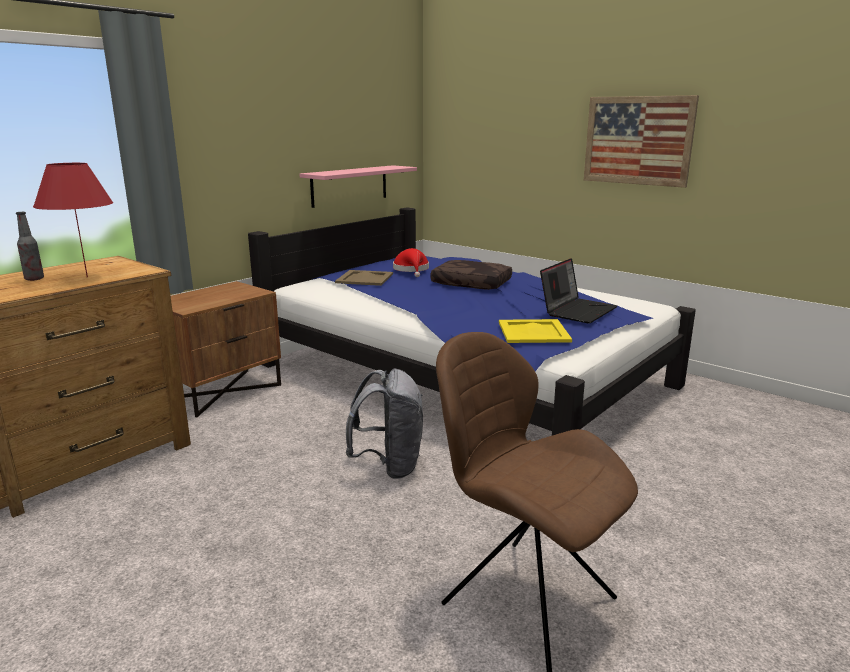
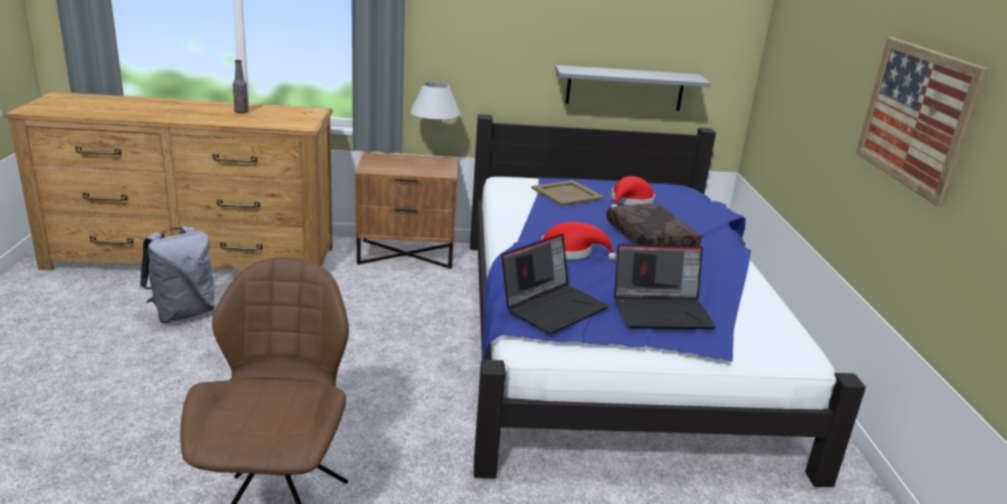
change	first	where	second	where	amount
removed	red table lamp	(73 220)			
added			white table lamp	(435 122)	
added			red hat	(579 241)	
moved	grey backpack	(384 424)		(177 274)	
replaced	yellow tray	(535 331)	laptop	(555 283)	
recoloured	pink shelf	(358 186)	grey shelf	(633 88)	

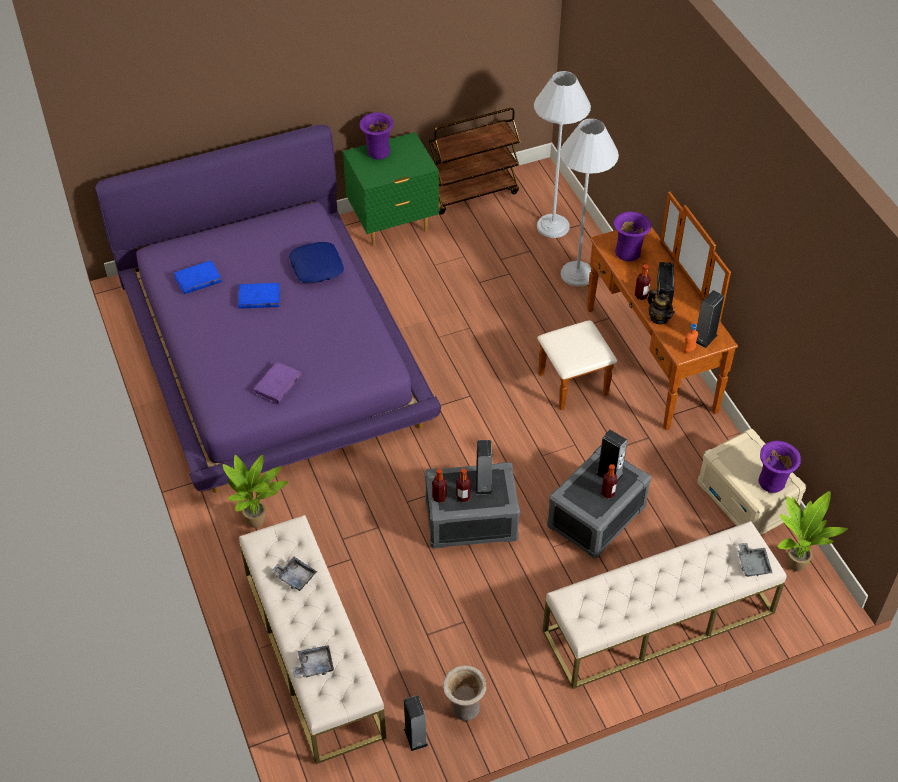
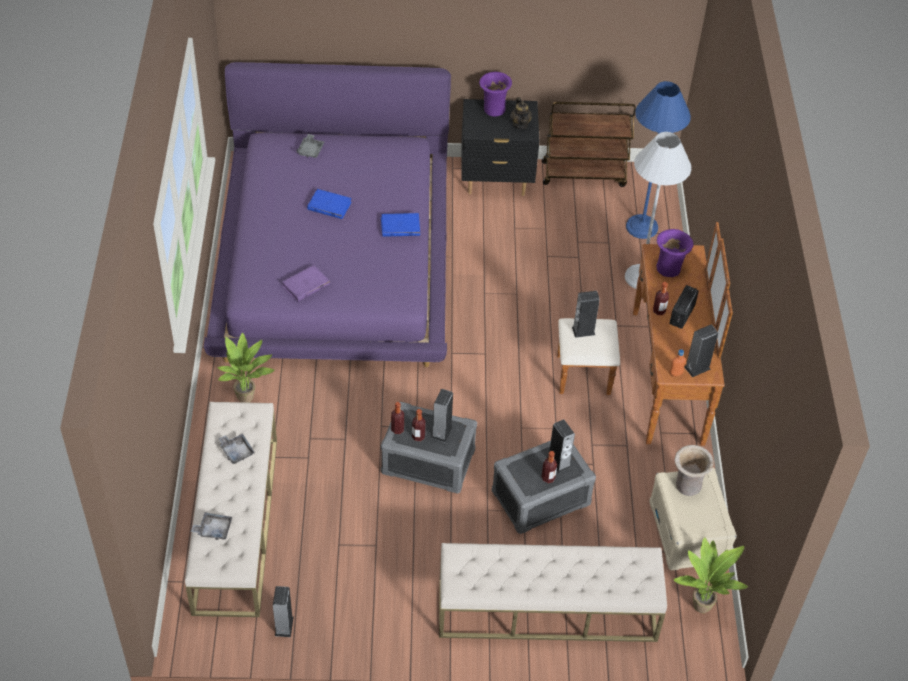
change	first	where	second	where	amount
removed	blue pillow	(316 262)			
removed	purple vase	(780 467)			
added			speaker	(586 314)	
moved	blue book	(198 277)		(400 225)	
moved	beige vase	(464 693)		(694 470)	
moved	teapot	(661 307)		(521 113)	
moved	grey tray	(755 560)		(310 146)	
recoloured	green nightstand	(391 189)	black nightstand	(500 147)	
recoloured	white floor lamp	(562 154)	blue floor lamp	(658 160)	

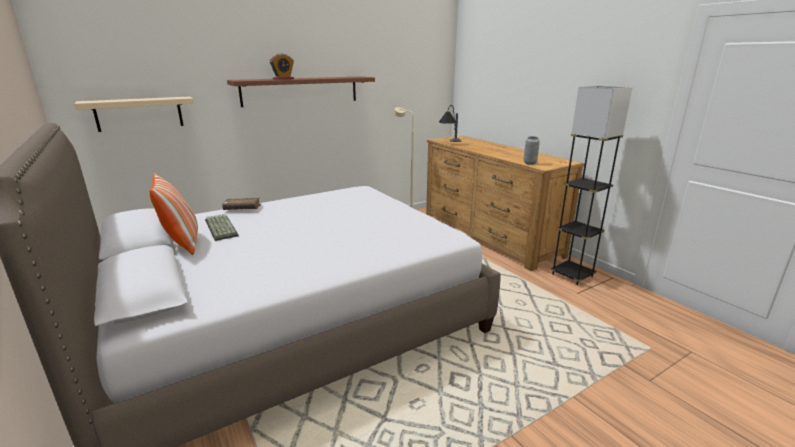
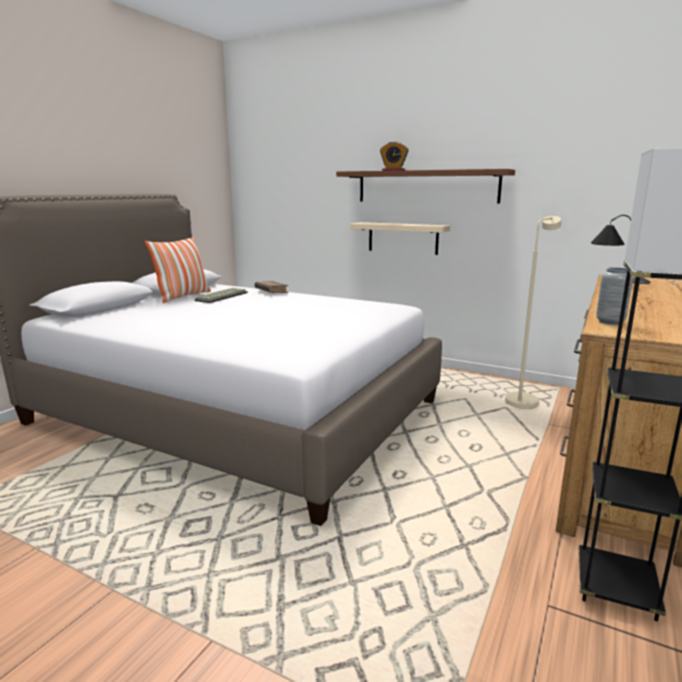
change	first	where	second	where	amount
moved	beige shelf	(134 114)		(400 238)	

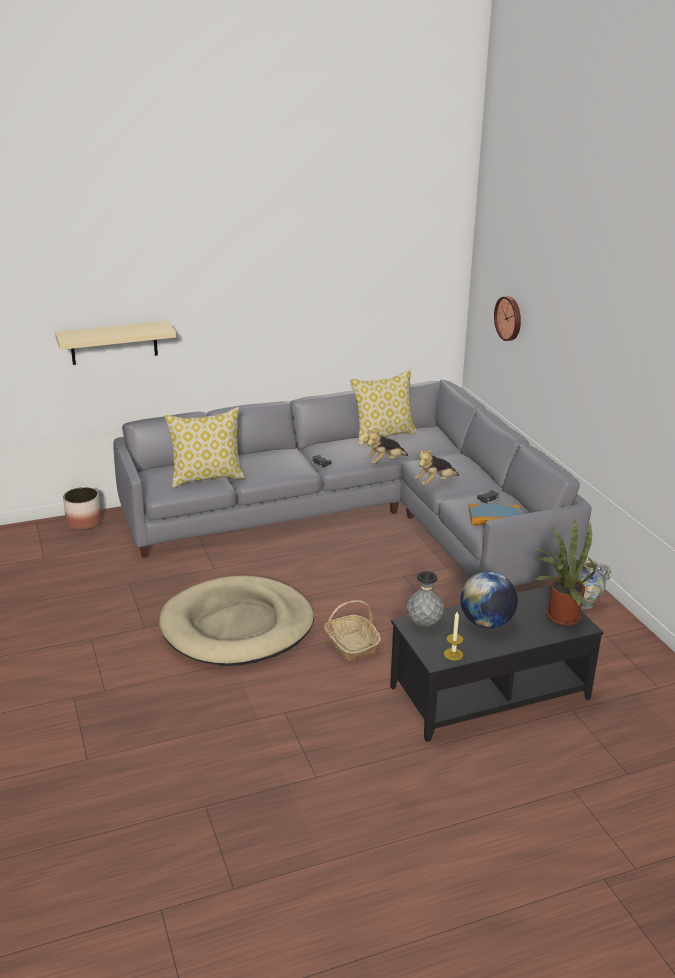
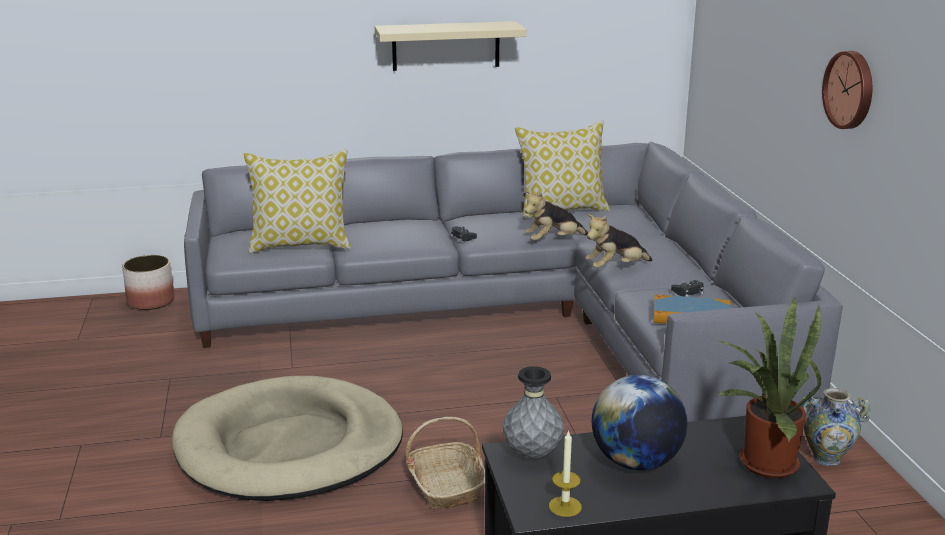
change	first	where	second	where	amount
moved	beige shelf	(115 343)		(451 46)	
moved	wall clock	(507 318)		(847 90)	

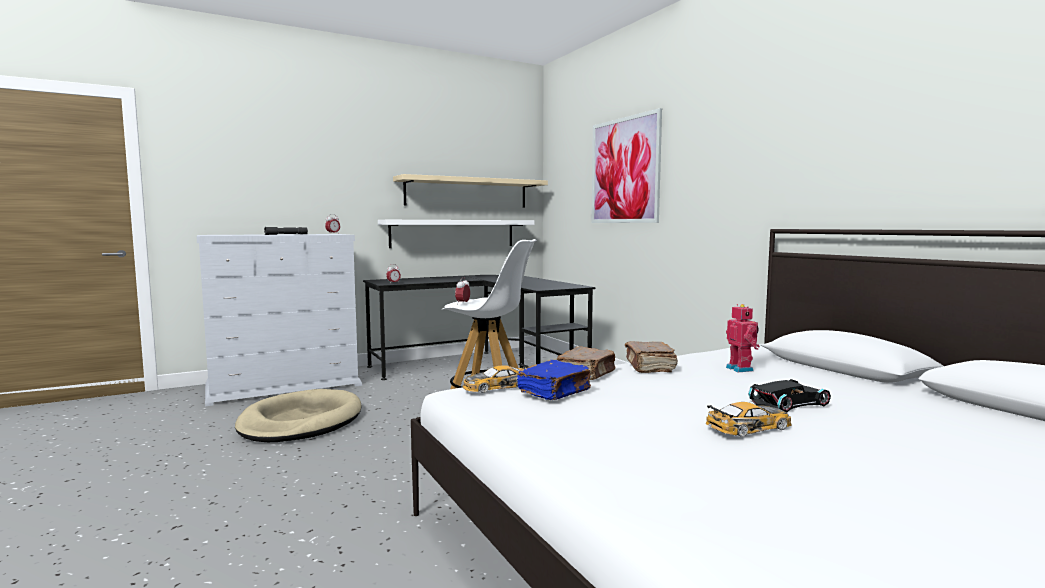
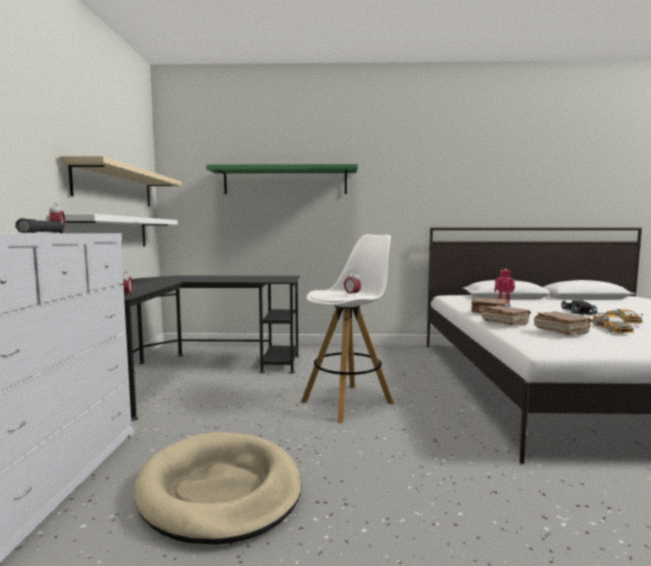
change	first	where	second	where	amount
moved	toy car	(496 378)		(613 323)	
replaced	picture	(626 165)	green shelf	(282 179)	
recoloured	blue book	(554 380)	brown book	(563 323)	

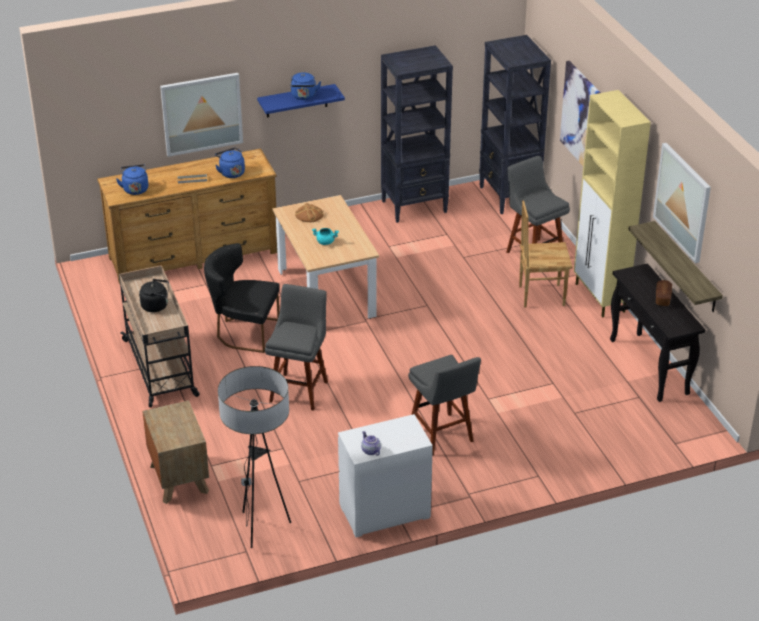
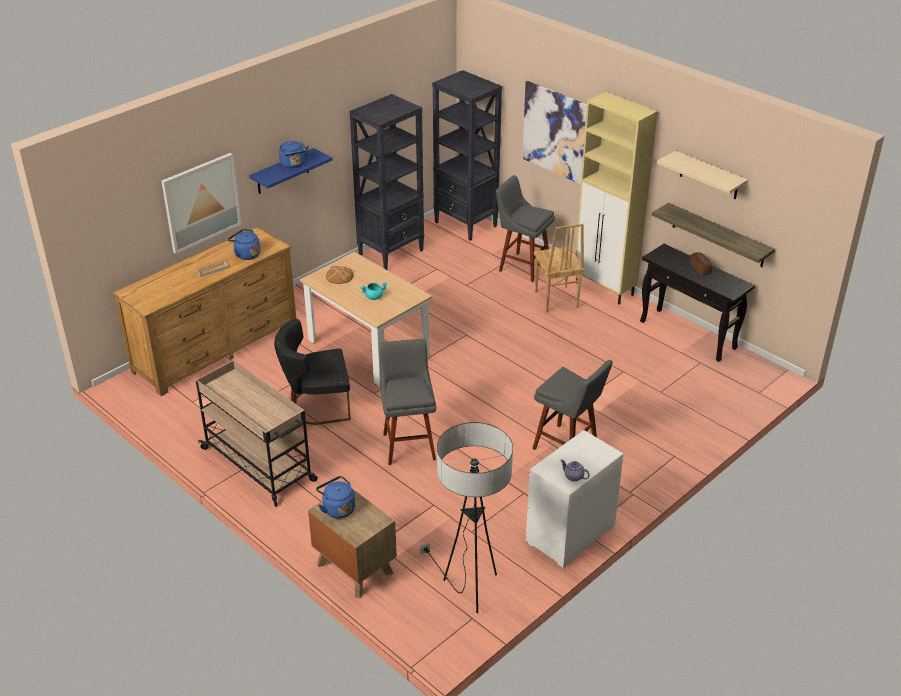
change	first	where	second	where	amount
removed	black kettle	(154 295)			
moved	blue kettle	(132 179)		(335 497)	
replaced	picture	(682 203)	beige shelf	(702 175)	
turned	brown chair	(546 254)		(559 268)	75 degrees counterclockwise

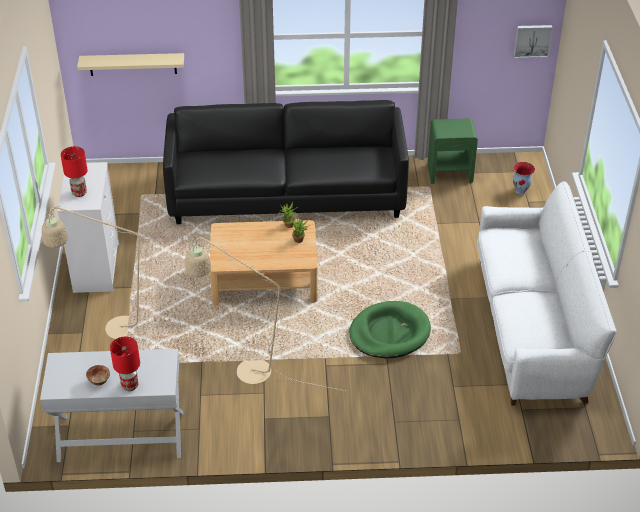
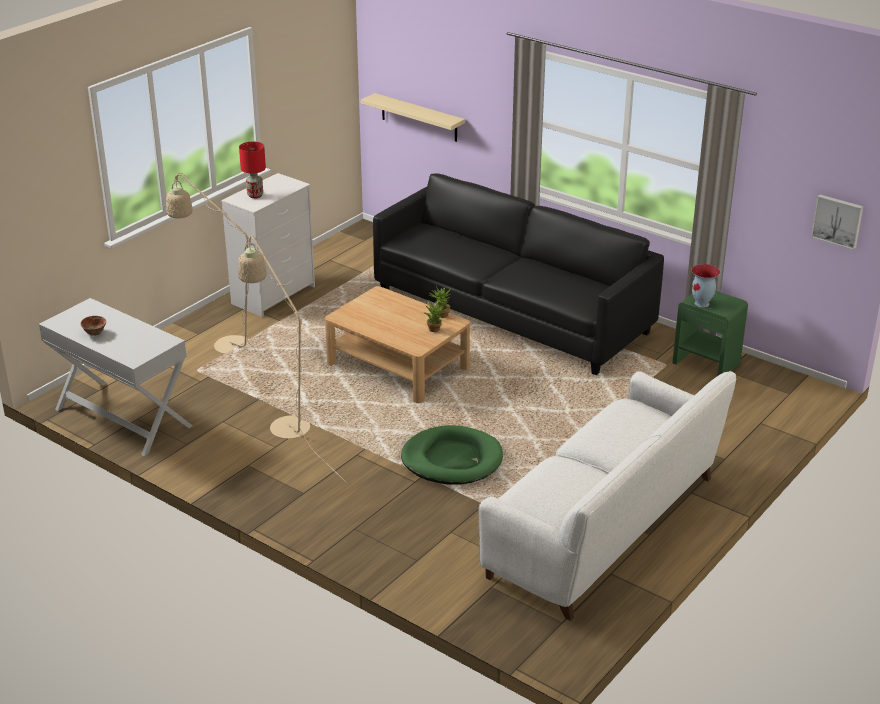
change	first	where	second	where	amount
removed	red table lamp	(125 364)			
moved	vase	(524 178)		(705 285)	

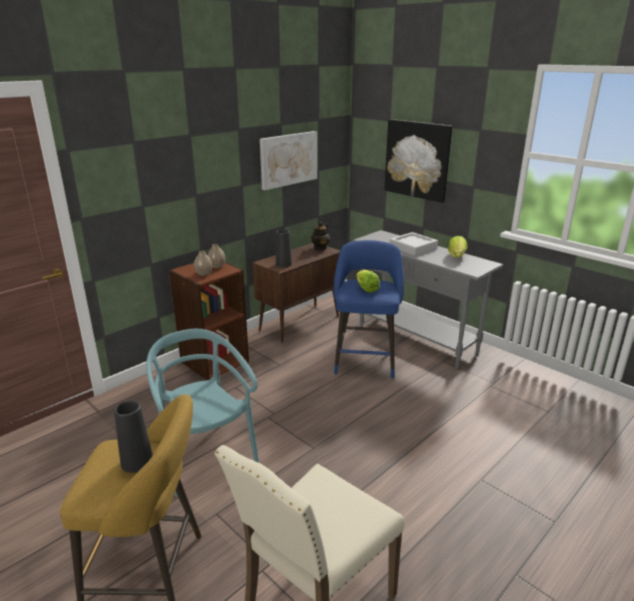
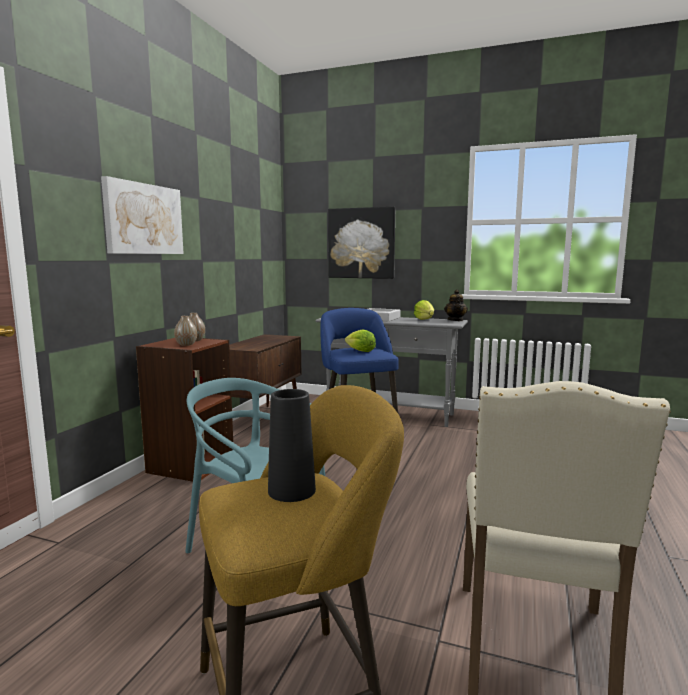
change	first	where	second	where	amount
removed	black vase	(284 249)			
moved	picture	(288 160)		(142 215)	
moved	teapot	(320 235)		(456 305)	

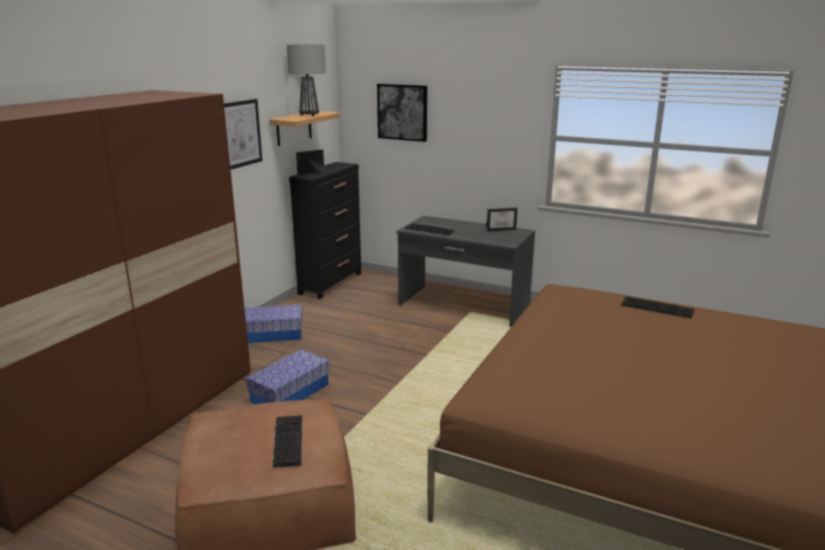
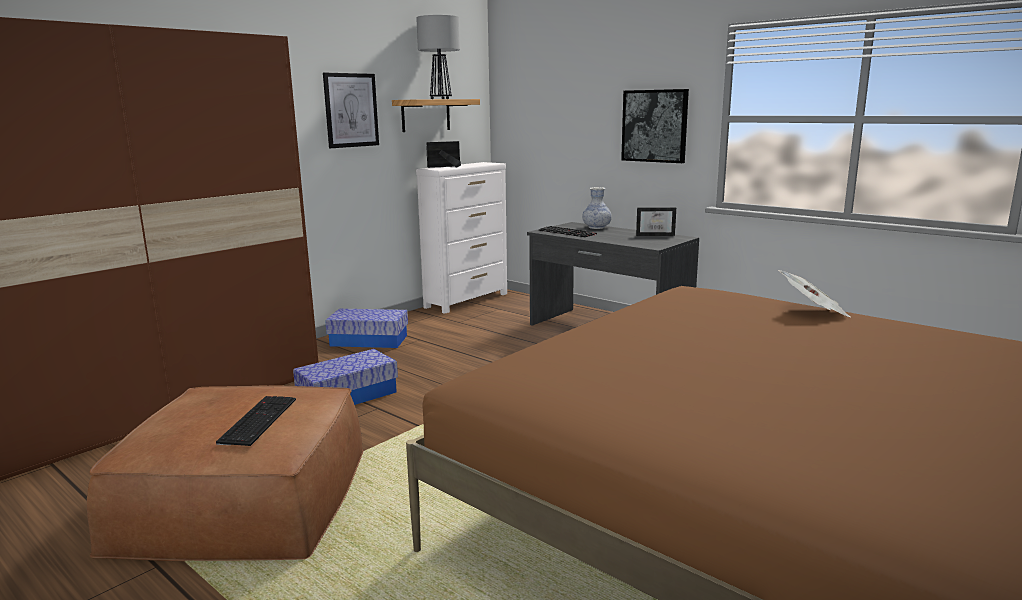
change	first	where	second	where	amount
added			vase	(597 208)	
moved	picture	(402 113)		(655 126)	
replaced	keyboard	(658 308)	newspaper	(815 294)	
recoloured	black dresser	(325 230)	white dresser	(461 238)	

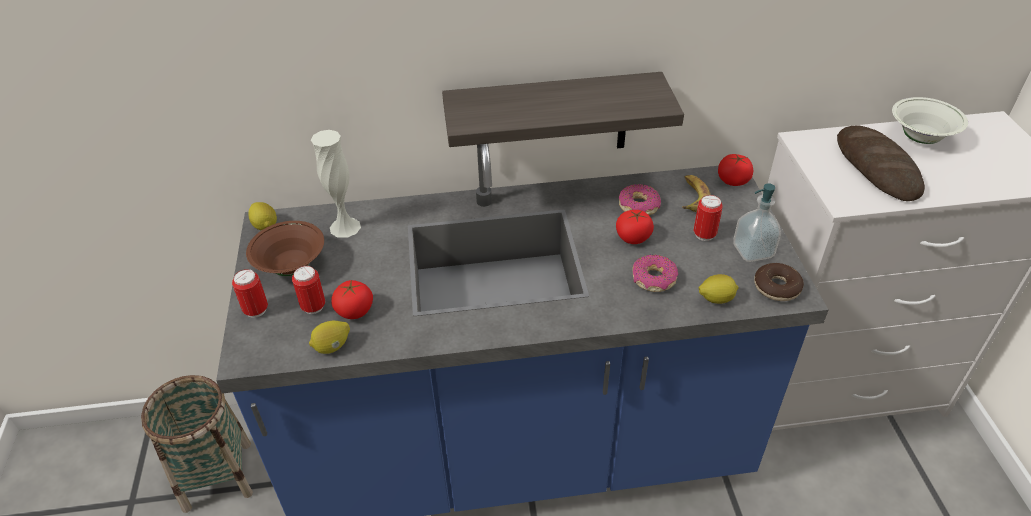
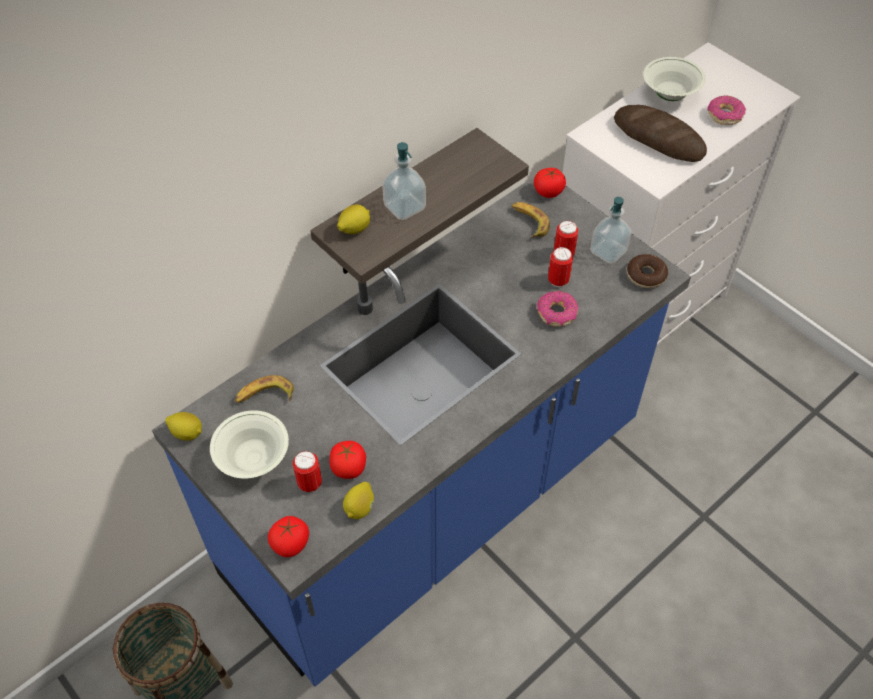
change	first	where	second	where	amount
added			soap dispenser	(404 181)	
moved	can	(250 293)		(560 267)	
moved	tomato	(635 227)		(288 536)	
moved	donut	(640 199)		(726 110)	
moved	lemon	(719 289)		(353 219)	
replaced	white vase	(336 184)	banana	(264 389)	
recoloured	brown bowl	(285 248)	white bowl	(249 444)	

